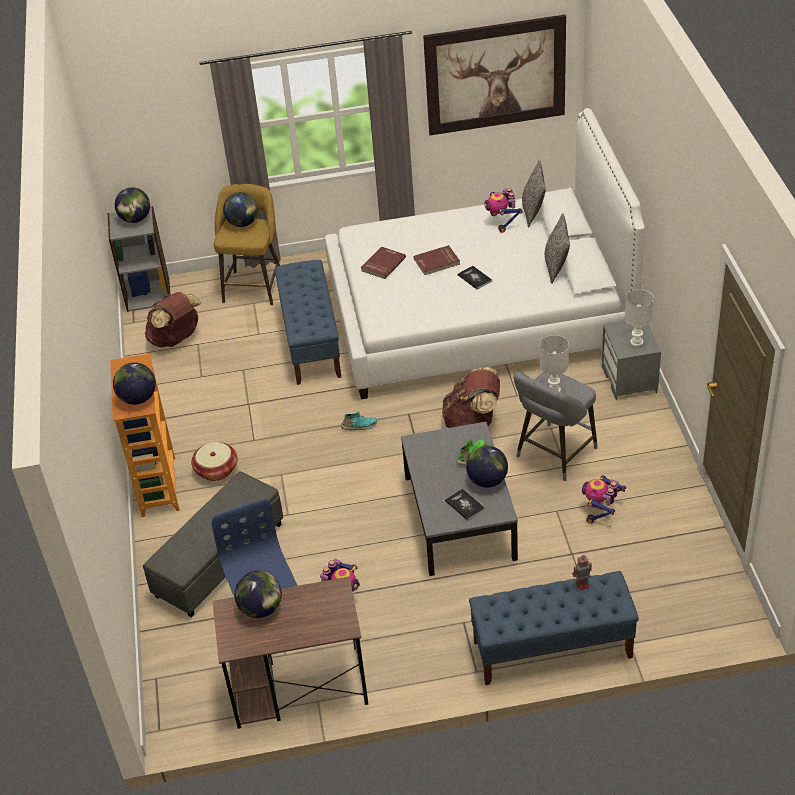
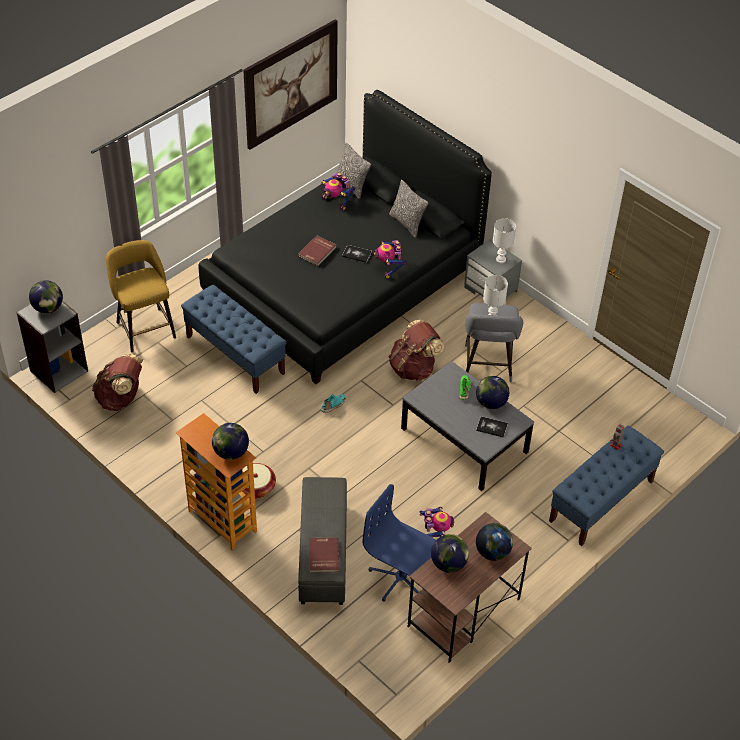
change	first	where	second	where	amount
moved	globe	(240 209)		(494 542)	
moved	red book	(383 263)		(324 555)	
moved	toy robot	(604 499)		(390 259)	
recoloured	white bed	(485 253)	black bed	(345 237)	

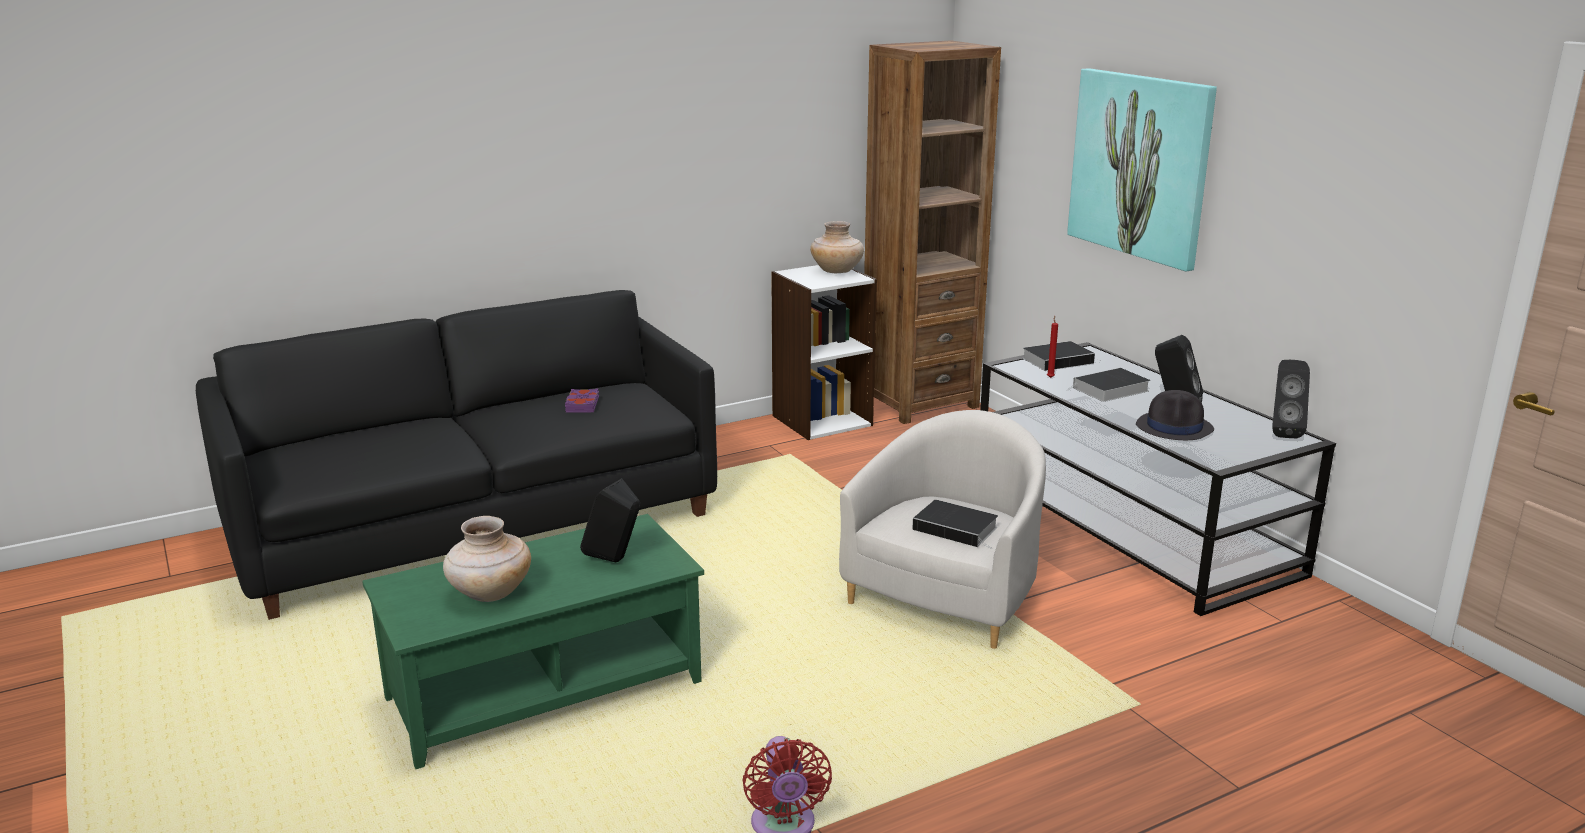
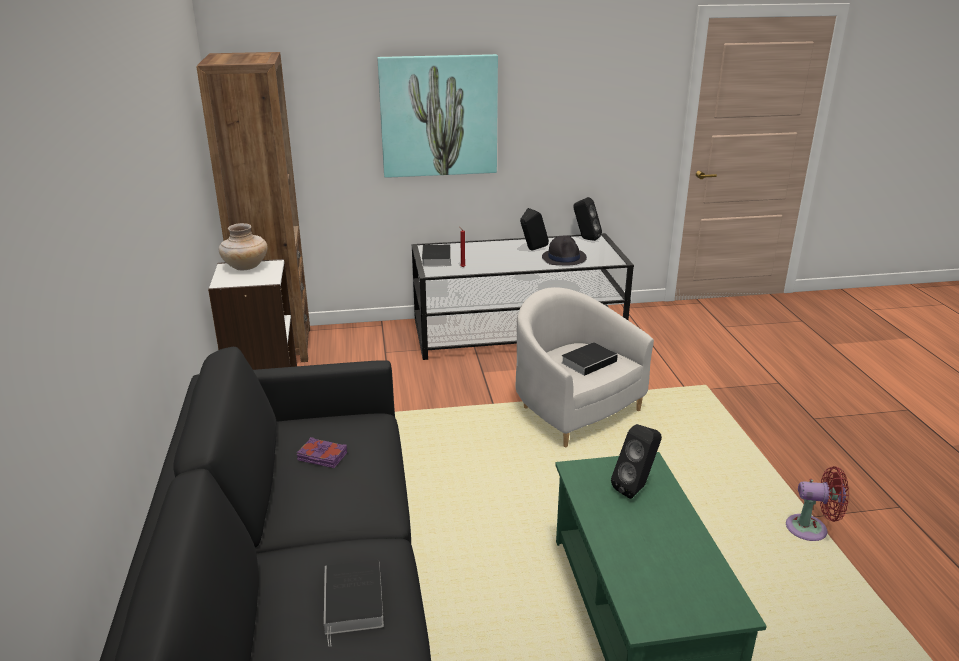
change	first	where	second	where	amount
removed	beige vase	(487 559)			
moved	book	(1108 385)		(354 603)	

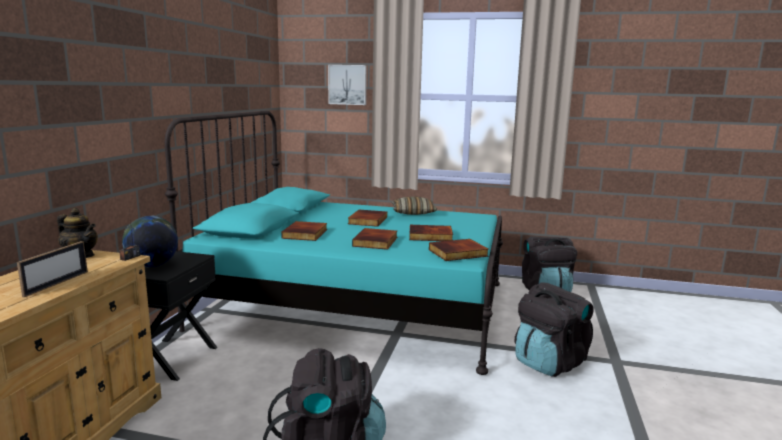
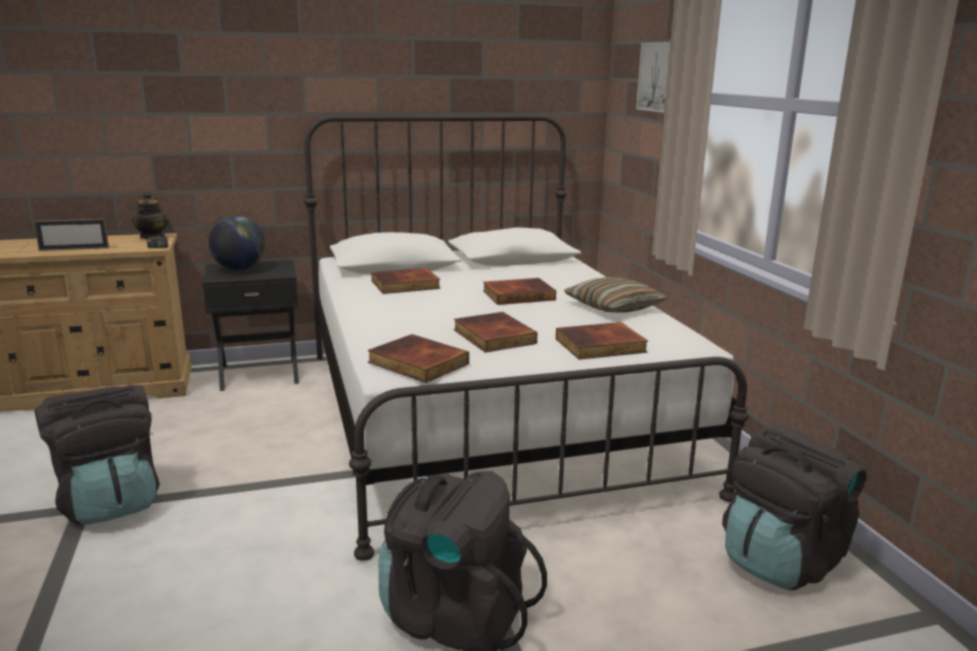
change	first	where	second	where	amount
moved	book	(374 239)		(602 341)	
recoloured	turquoise bed	(334 243)	white bed	(526 338)	

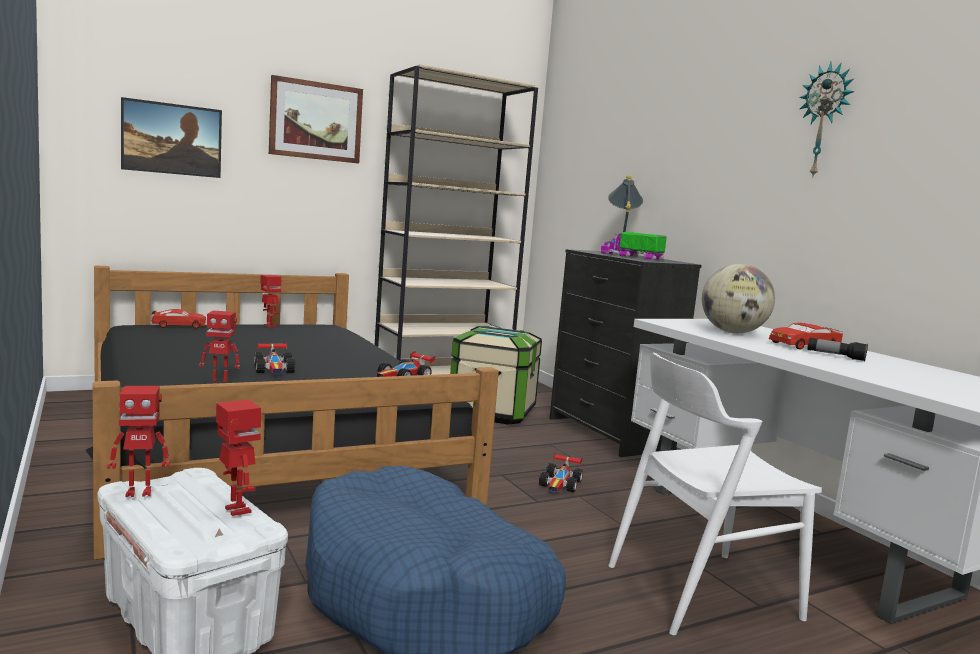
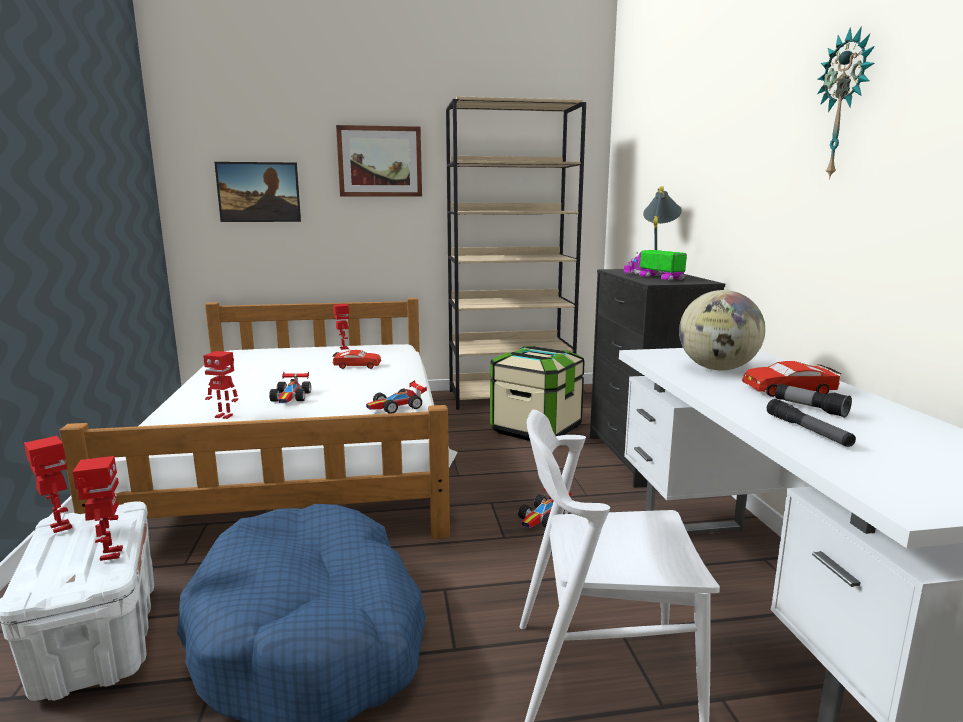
change	first	where	second	where	amount
added			flashlight	(811 423)	
moved	red toy car	(178 318)		(356 359)	
recoloured	black bed	(292 413)	white bed	(258 418)	
turned	toy robot	(138 441)		(48 484)	135 degrees counterclockwise

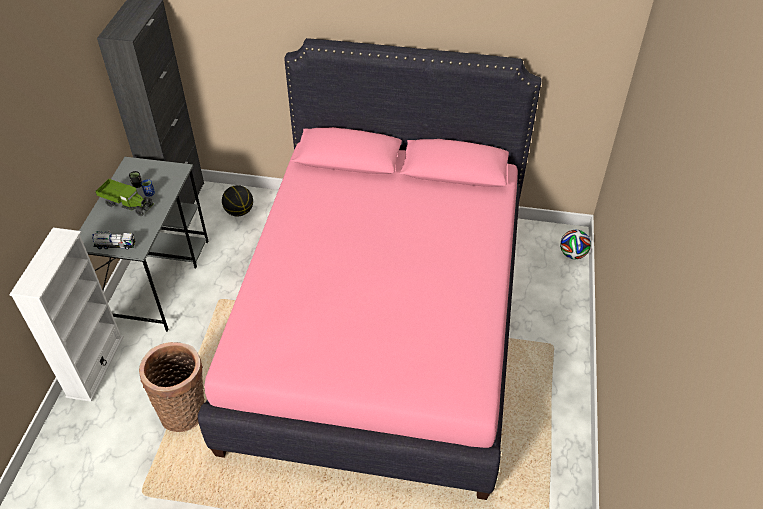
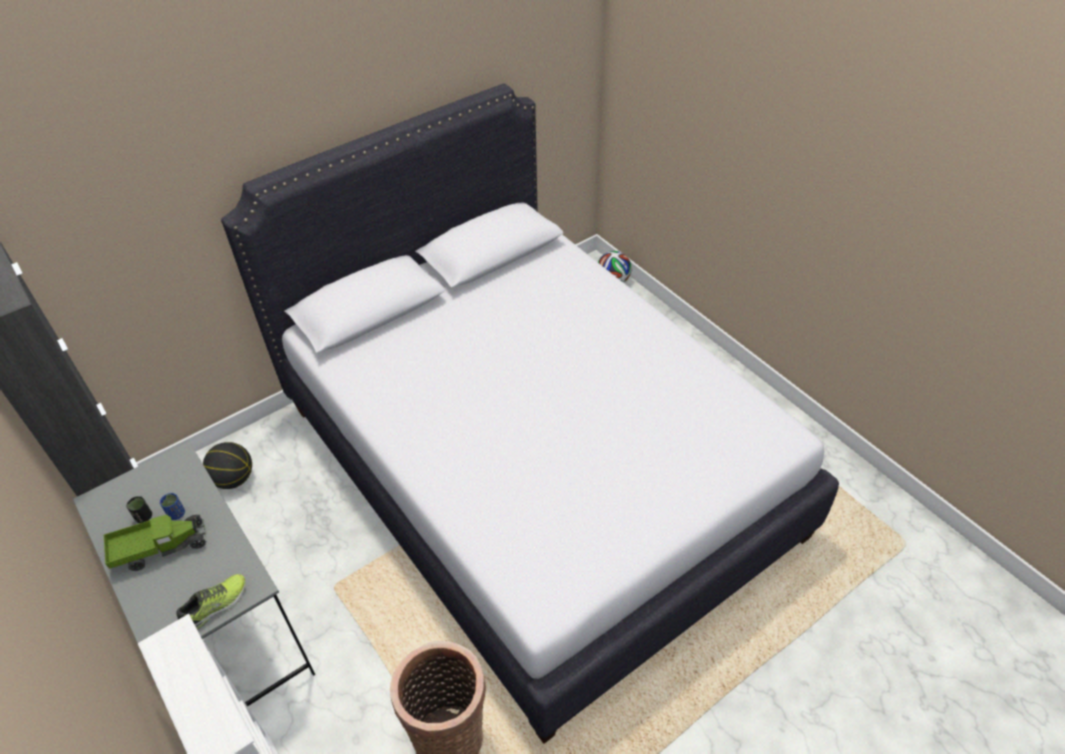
change	first	where	second	where	amount
replaced	toy truck	(113 240)	shoe	(211 602)	
recoloured	pink bed	(369 269)	white bed	(530 414)	

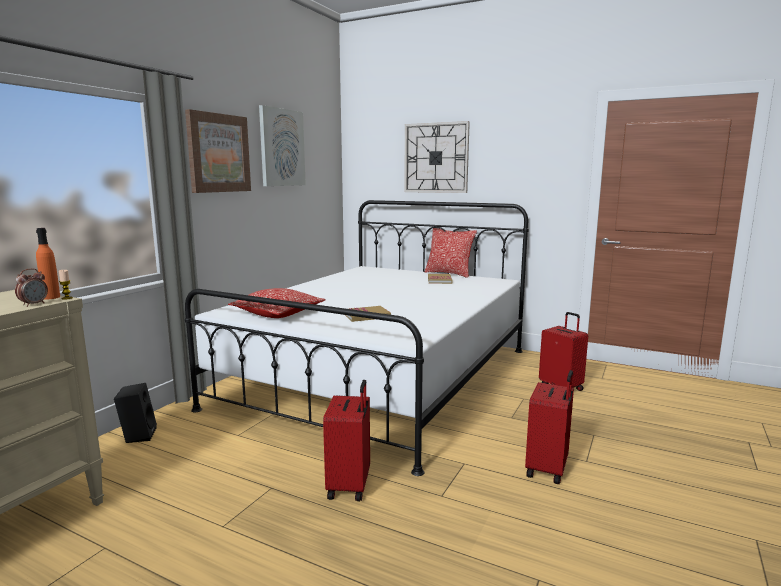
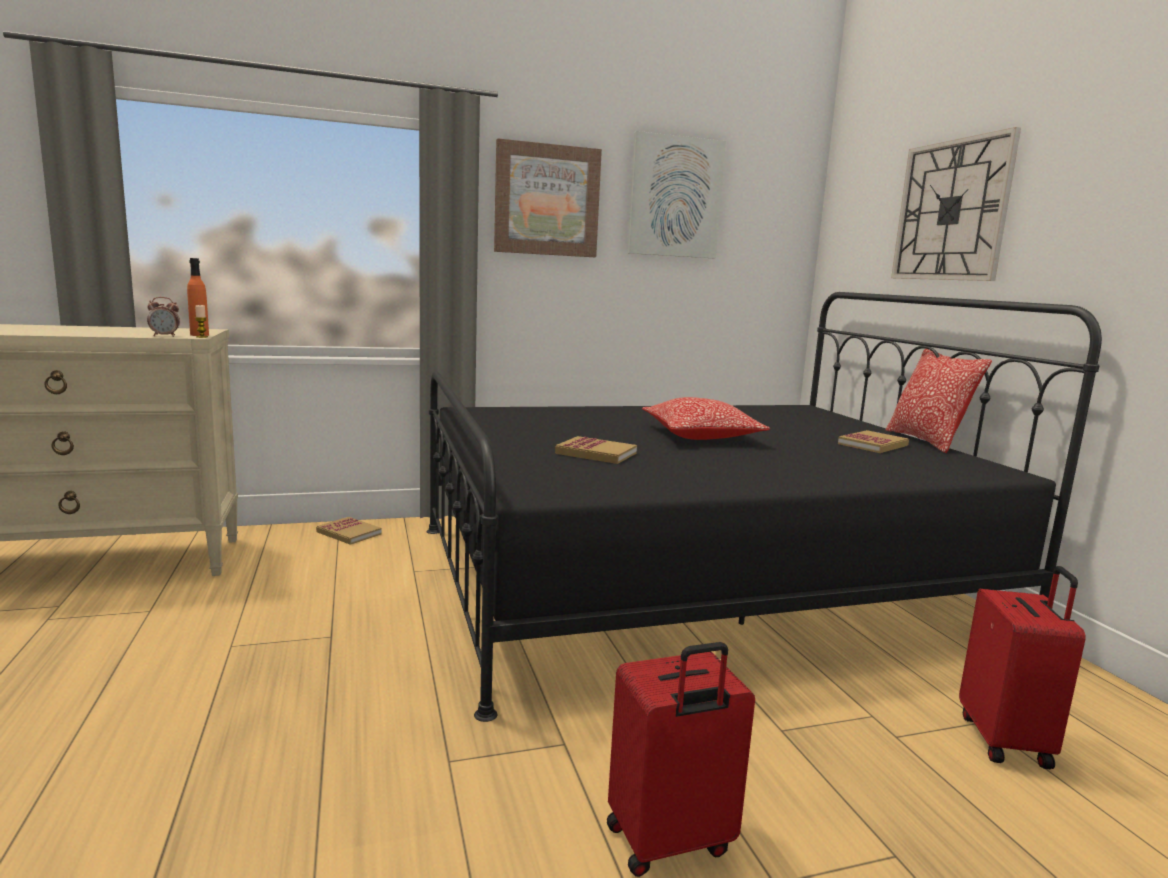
change	first	where	second	where	amount
removed	red suitcase	(346 440)			
moved	pillow	(277 303)		(706 418)	
replaced	black speaker	(135 413)	book	(349 531)	
recoloured	white bed	(357 338)	black bed	(764 507)	

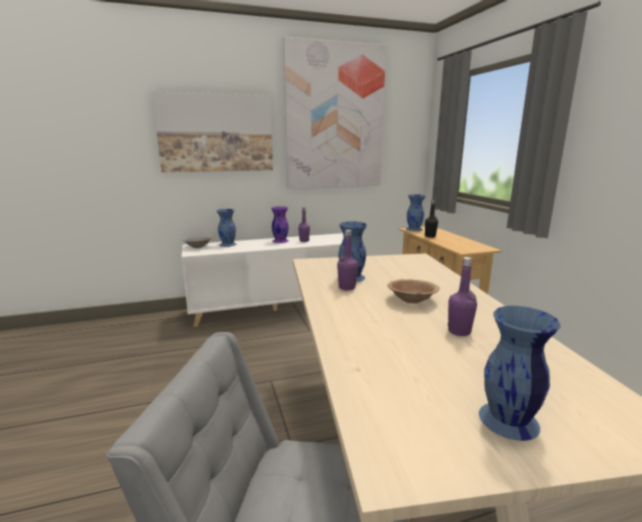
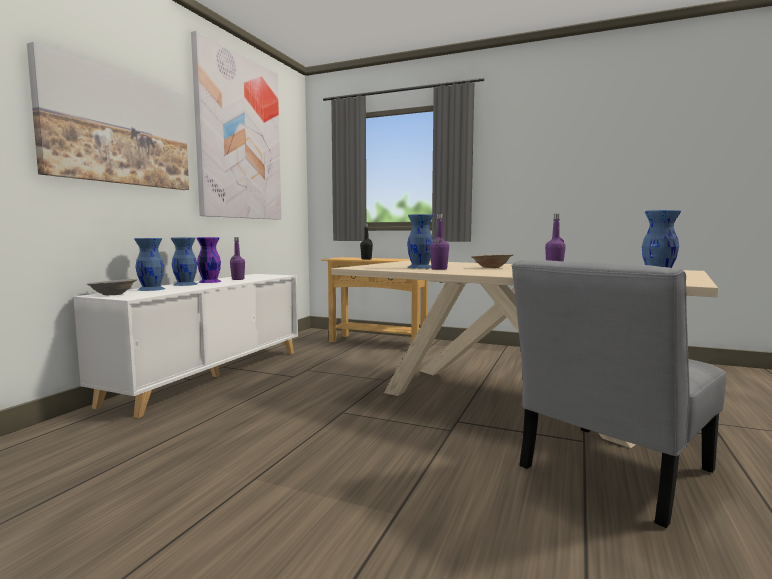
change	first	where	second	where	amount
moved	blue vase	(415 212)		(184 262)	

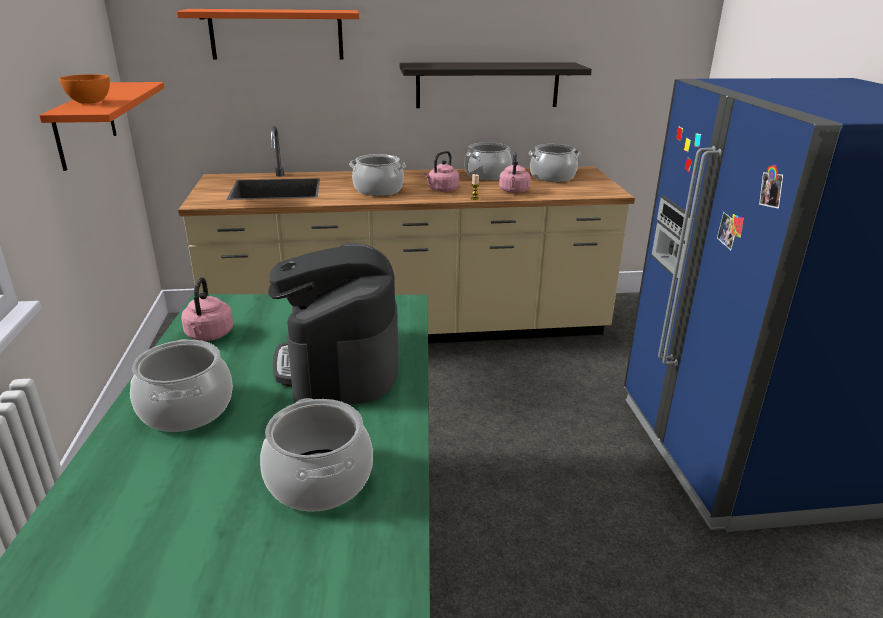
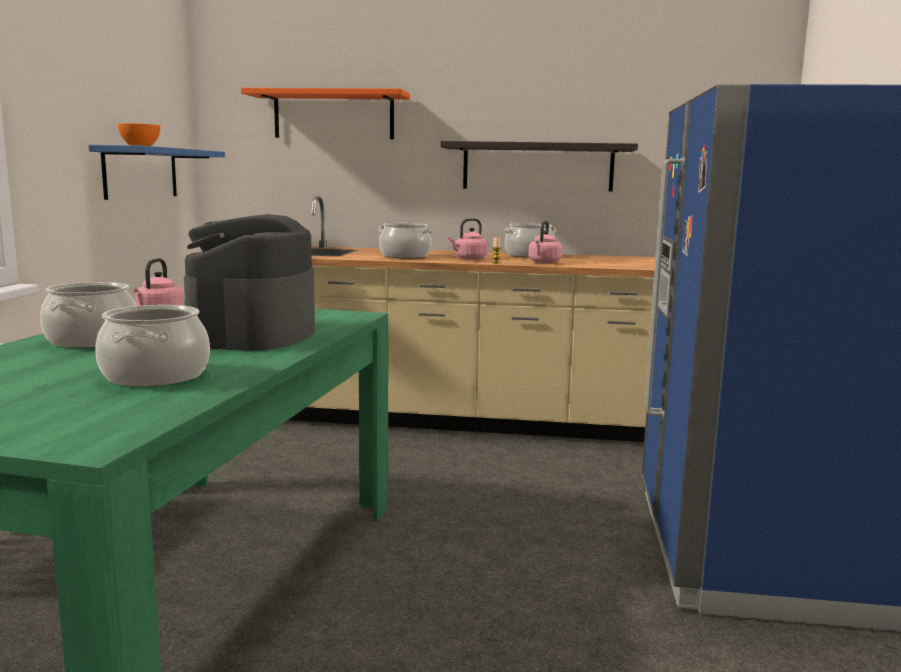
change	first	where	second	where	amount
removed	cooking pot	(554 163)			
recoloured	orange shelf	(102 126)	blue shelf	(157 172)	

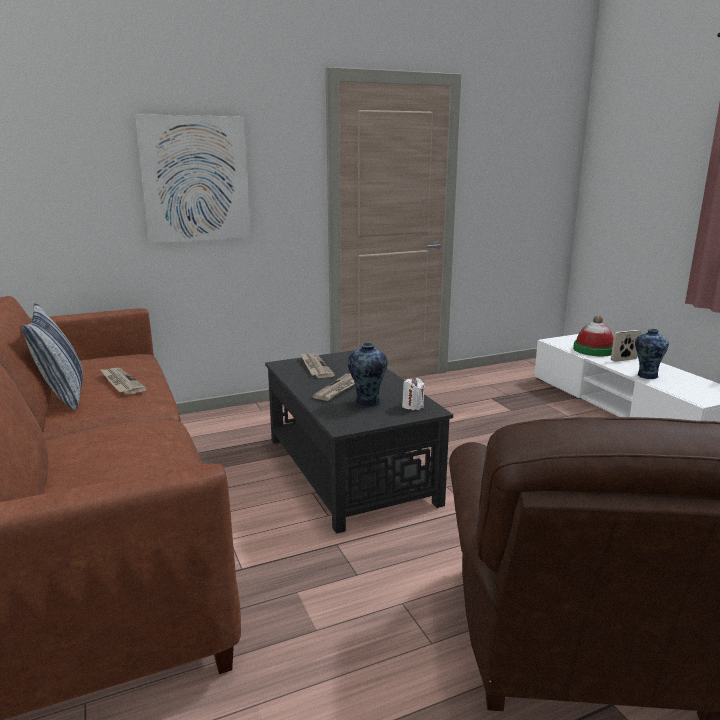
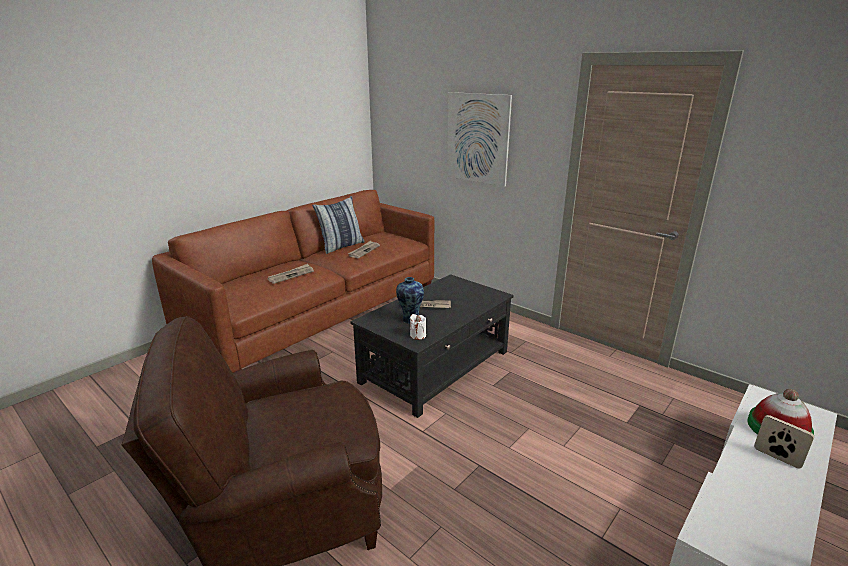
change	first	where	second	where	amount
removed	vase	(652 354)			
moved	newspaper	(317 365)		(290 274)	

